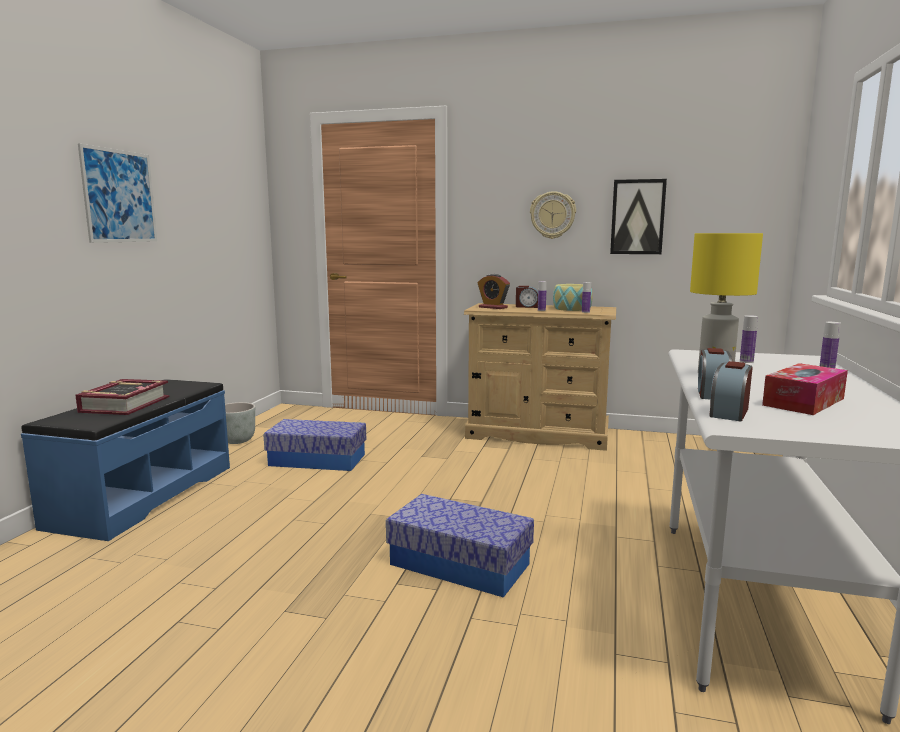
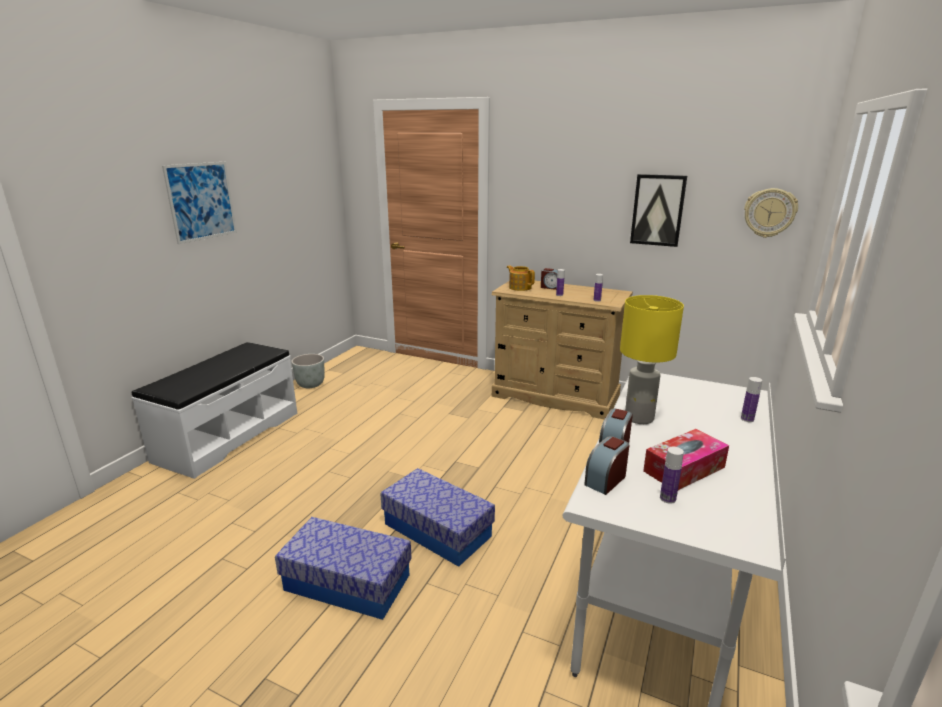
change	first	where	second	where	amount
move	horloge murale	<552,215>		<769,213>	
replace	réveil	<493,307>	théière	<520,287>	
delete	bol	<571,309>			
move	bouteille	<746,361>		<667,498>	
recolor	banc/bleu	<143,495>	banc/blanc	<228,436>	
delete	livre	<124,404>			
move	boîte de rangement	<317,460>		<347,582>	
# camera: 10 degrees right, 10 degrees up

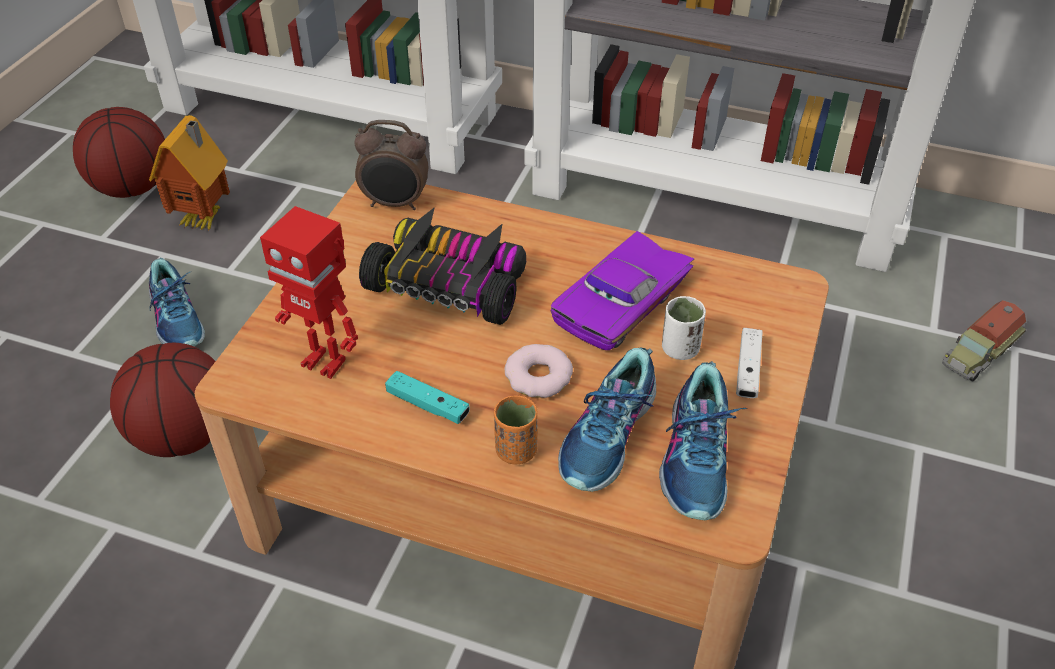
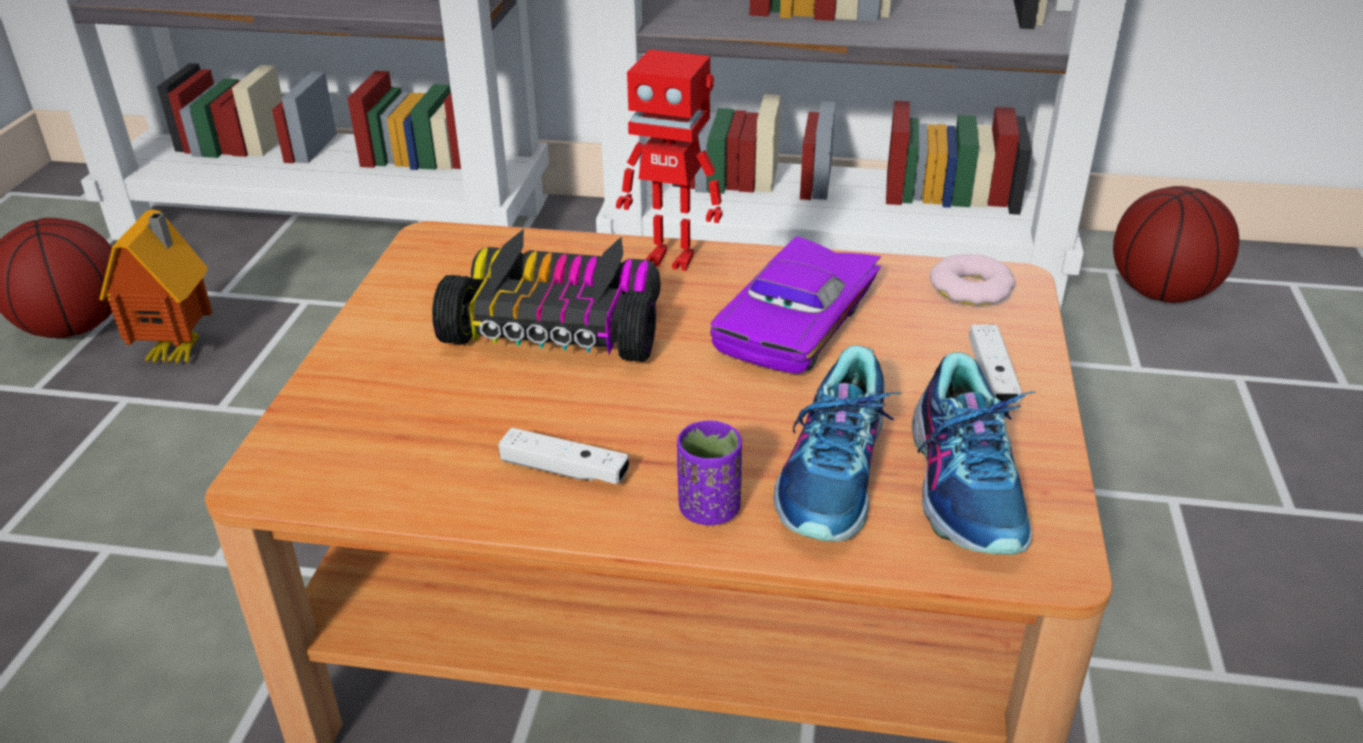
change	first	where	second	where	amount
delete	réveil	<395,204>			
move	robot jouet	<325,361>		<671,258>	
delete	chaussure	<178,318>			
delete	tasse/blanc	<680,349>			
delete	camion jouet	<978,353>			
move	ballon de basket	<185,436>		<1163,294>	
move	beignet	<538,376>		<971,289>	
recolor	manette/turquoise	<428,405>	manette/blanc	<564,470>	
recolor	tasse/orange	<516,450>	tasse/violet	<709,509>	
# camera: 10 degrees left, 10 degrees down

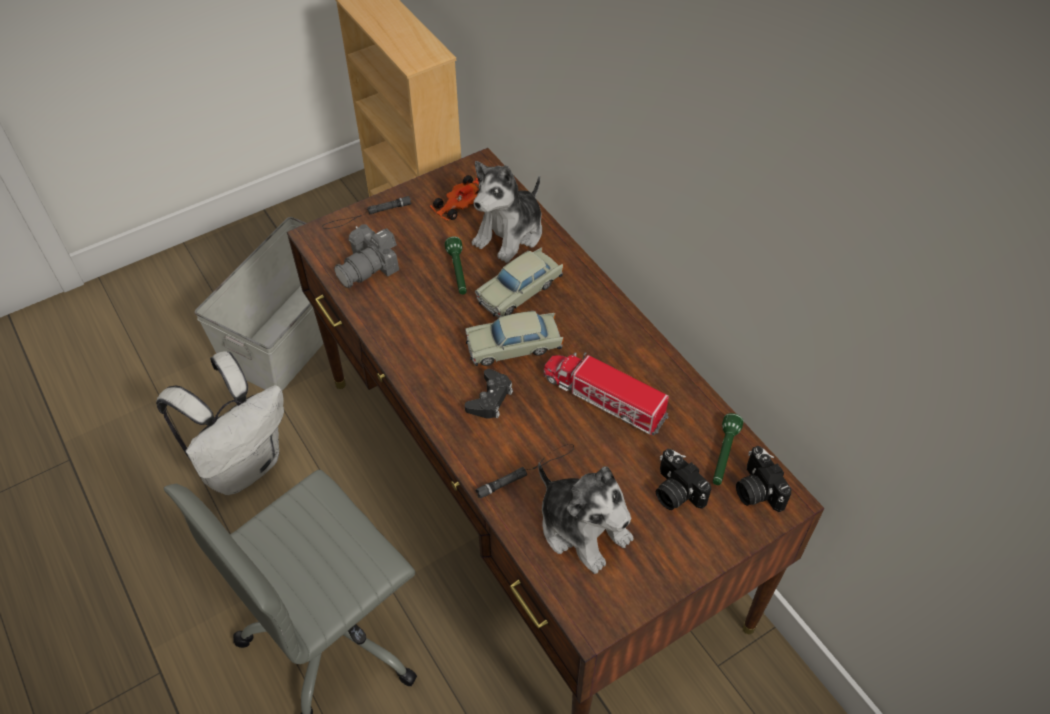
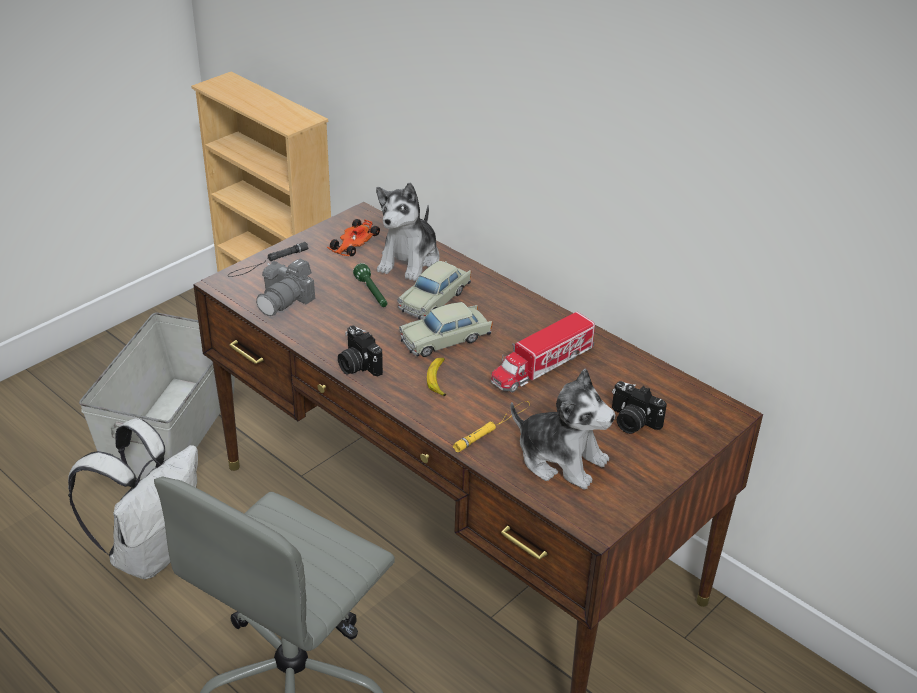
change	first	where	second	where	amount
rotate	camion jouet	<603,398>		<542,365>	60 degrees counterclockwise
replace	manette/noir	<490,399>	banane	<438,380>	
delete	lampe de poche/vert	<723,455>			
recolor	lampe de poche/noir	<526,471>	lampe de poche/jaune	<493,426>	
move	appareil photo	<756,490>		<357,365>	
# camera: 15 degrees left, 15 degrees down

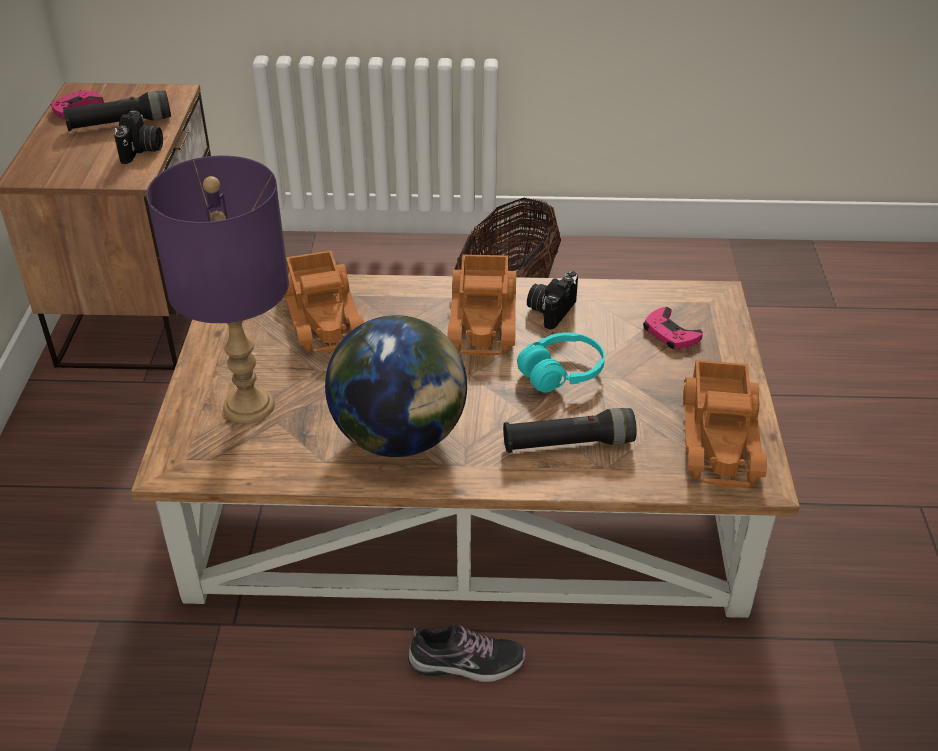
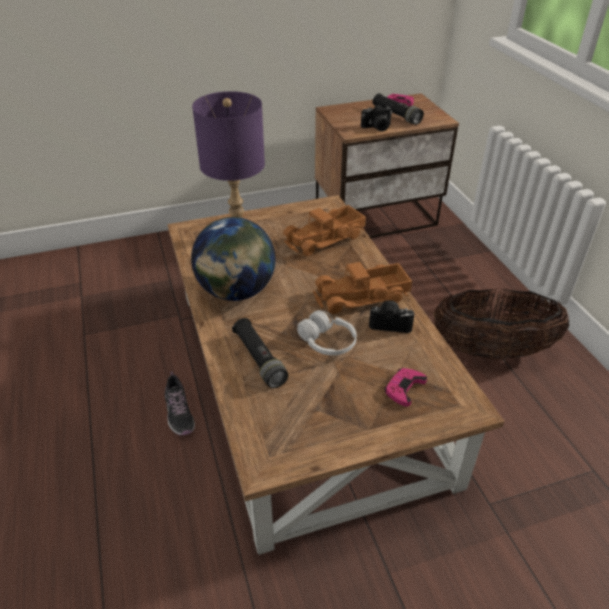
change	first	where	second	where	amount
recolor	casque audio/turquoise	<561,373>	casque audio/blanc	<327,342>	
delete	camion jouet	<722,436>			
# camera: 70 degrees right, 0 degrees up

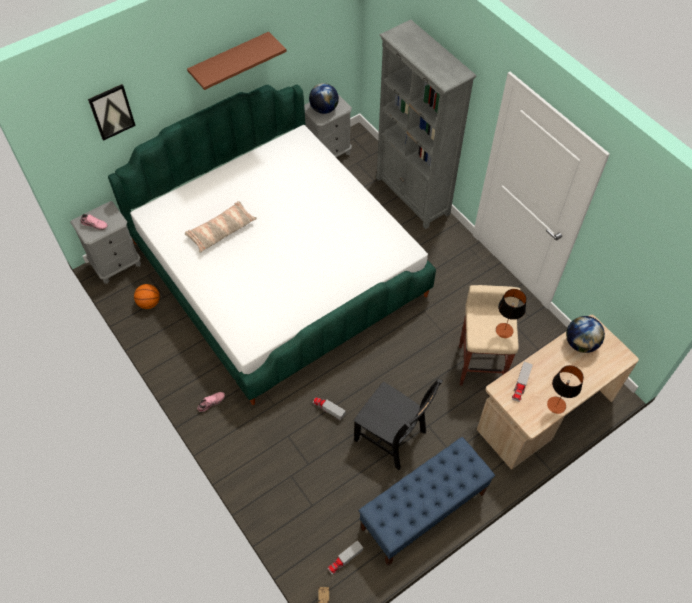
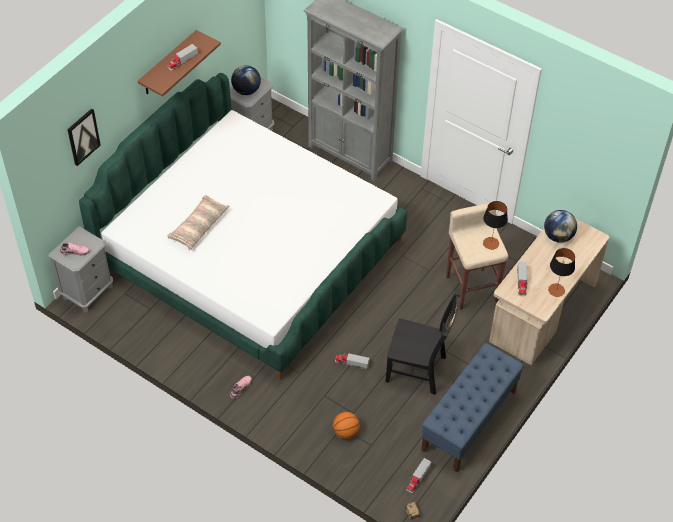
change	first	where	second	where	amount
move	ballon de basket	<149,303>		<345,432>	
insert			camion jouet	<182,61>	
# camera: 20 degrees left, 5 degrees down

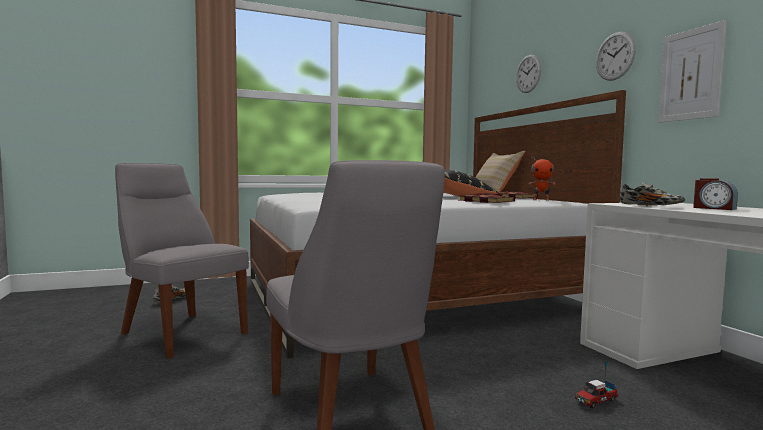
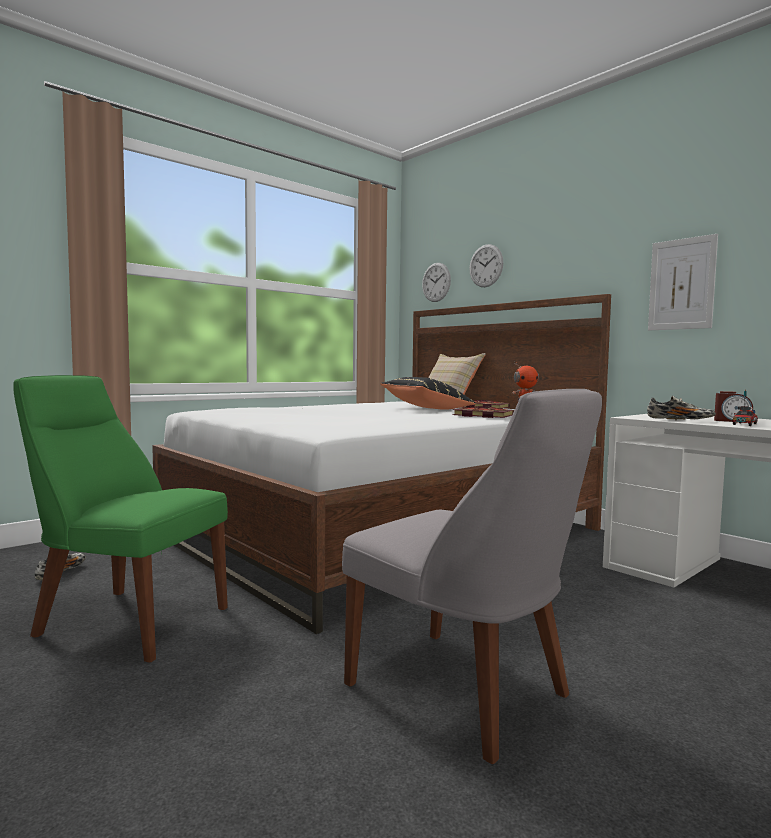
change	first	where	second	where	amount
move	horloge murale	<615,56>		<436,282>	
recolor	chaise/gris	<180,332>	chaise/vert	<126,620>	
move	camion jouet	<595,401>		<744,424>	
# camera: 20 degrees left, 0 degrees up

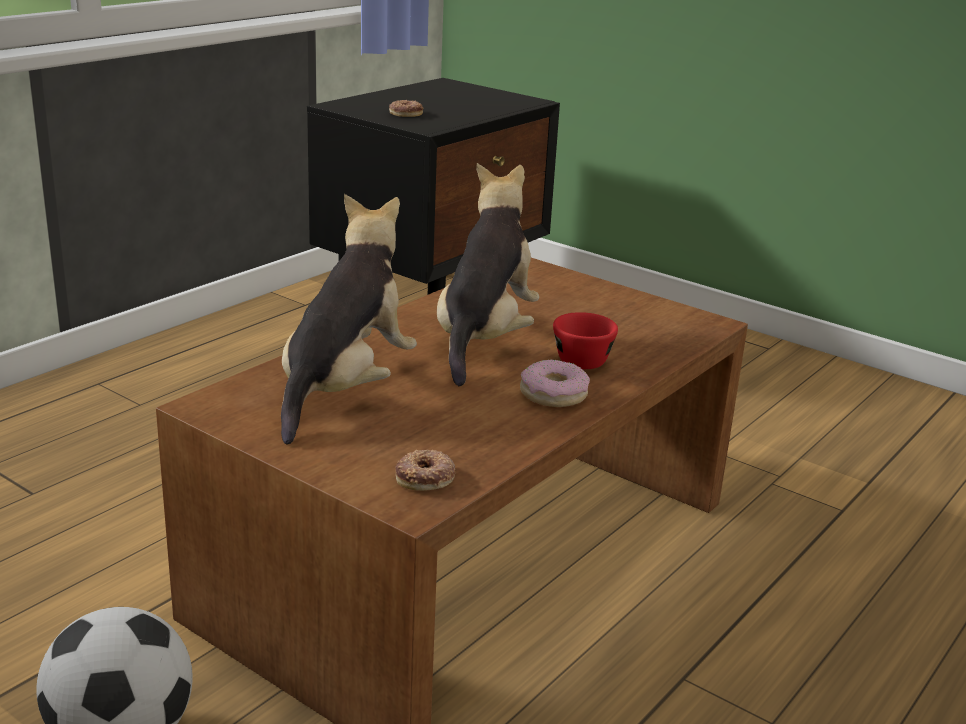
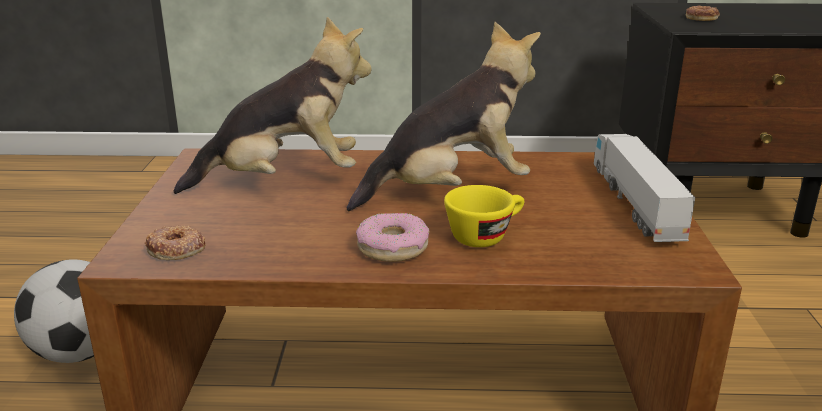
change	first	where	second	where	amount
recolor	tasse/rouge	<580,358>	tasse/jaune	<485,235>	
insert			camion jouet	<635,202>	
# camera: 55 degrees right, 0 degrees up

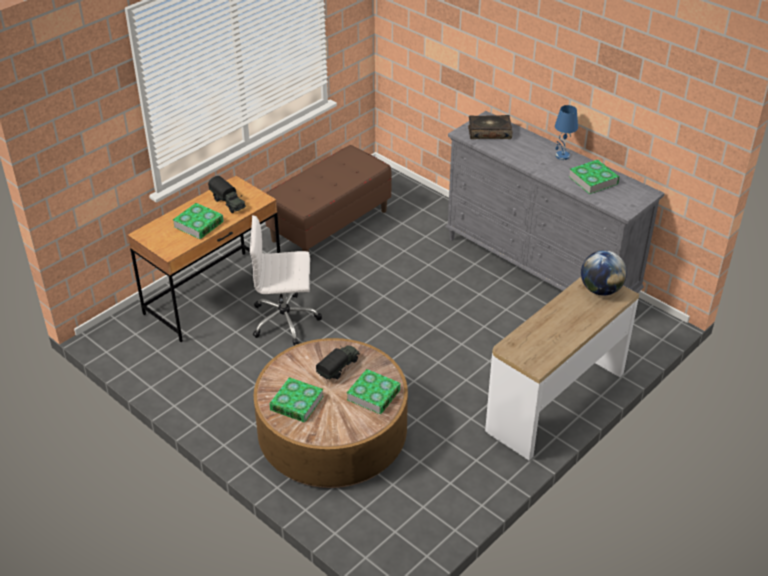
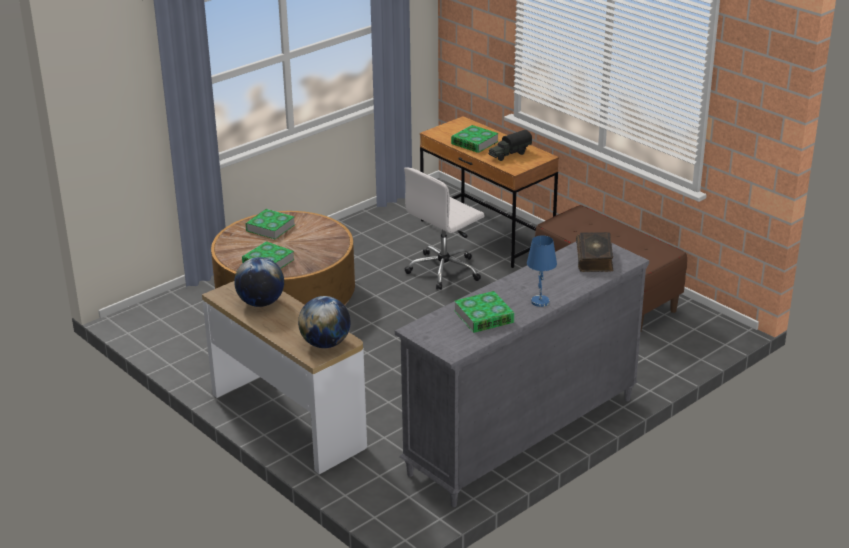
change	first	where	second	where	amount
rotate	chaise de bureau/blanc	<286,320>		<445,270>	135 degrees counterclockwise
delete	camion jouet	<339,368>			
insert			globe	<261,303>	
# camera: 95 degrees right, 10 degrees down

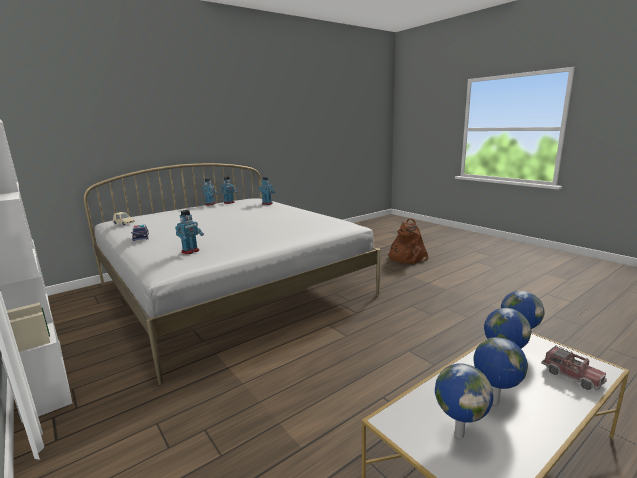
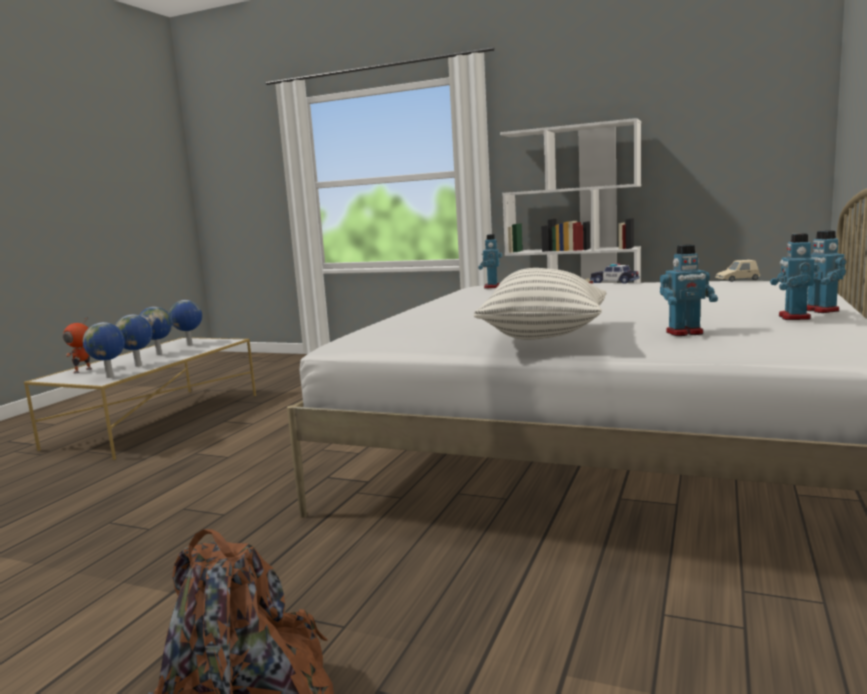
change	first	where	second	where	amount
replace	camion jouet	<572,375>	robot jouet	<83,371>	
insert			coussin	<544,336>	
# camera: 150 degrees right, 5 degrees down

